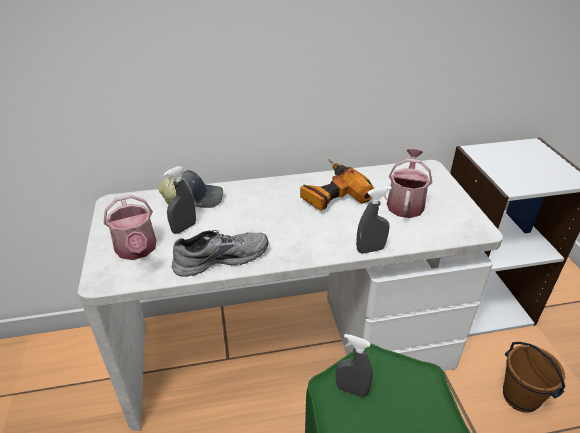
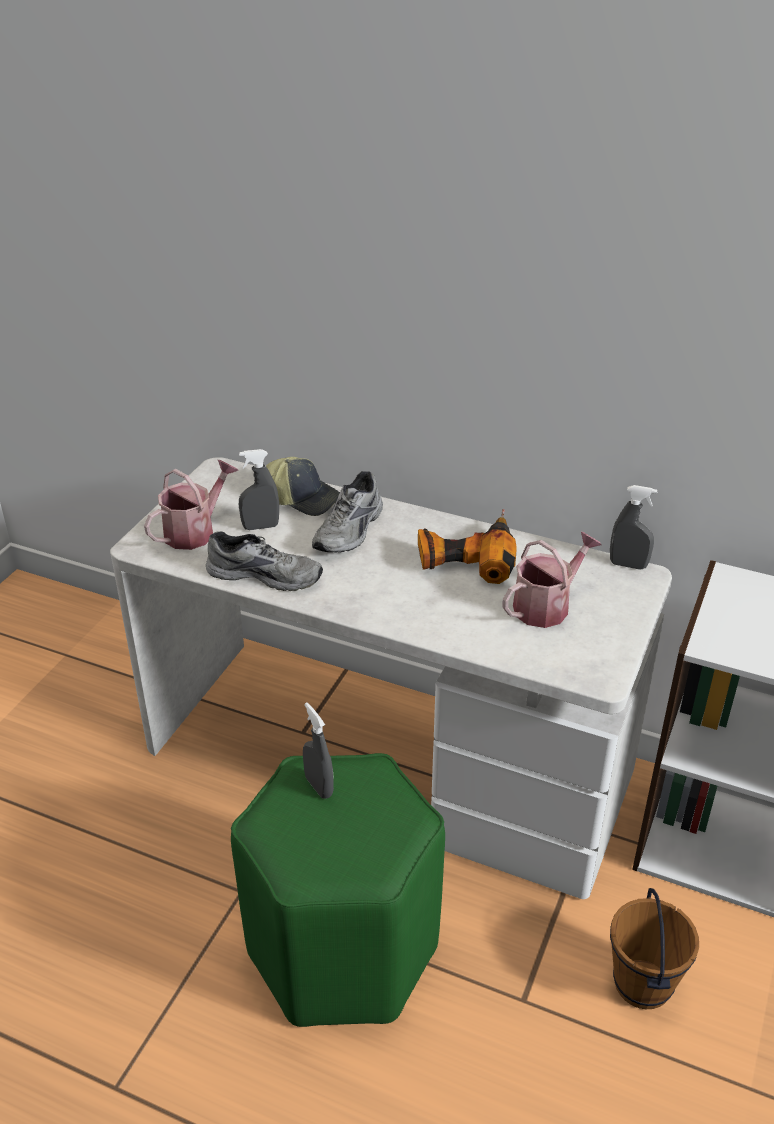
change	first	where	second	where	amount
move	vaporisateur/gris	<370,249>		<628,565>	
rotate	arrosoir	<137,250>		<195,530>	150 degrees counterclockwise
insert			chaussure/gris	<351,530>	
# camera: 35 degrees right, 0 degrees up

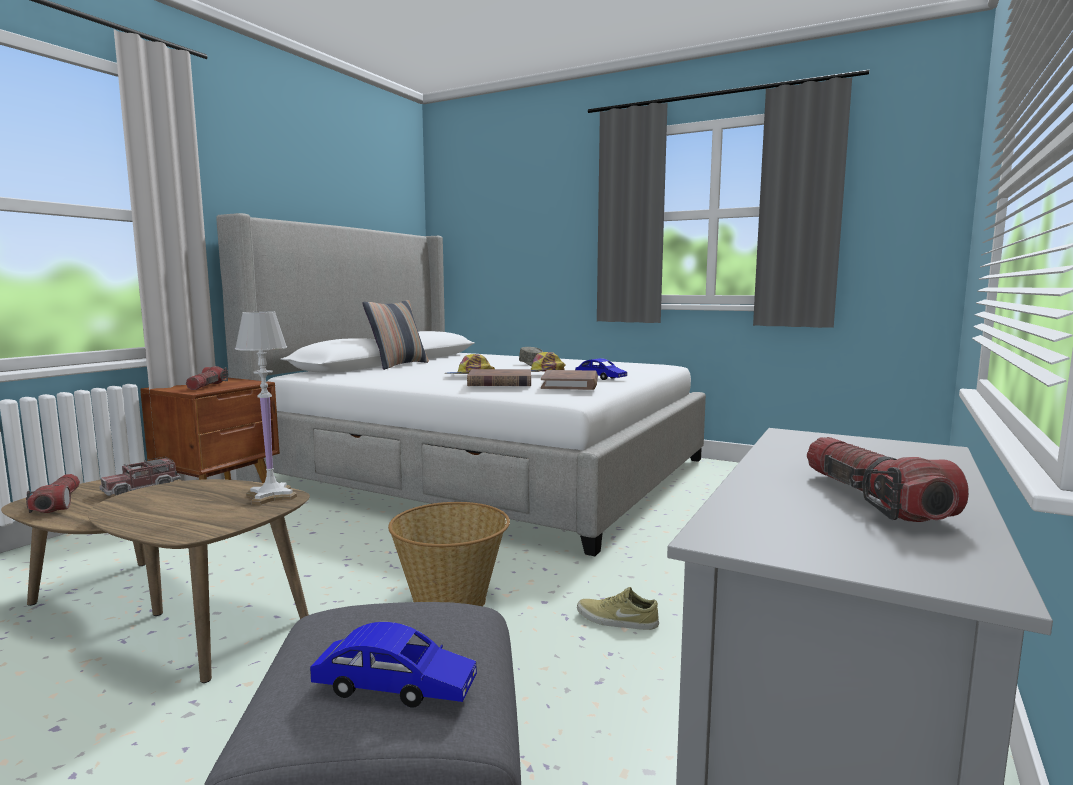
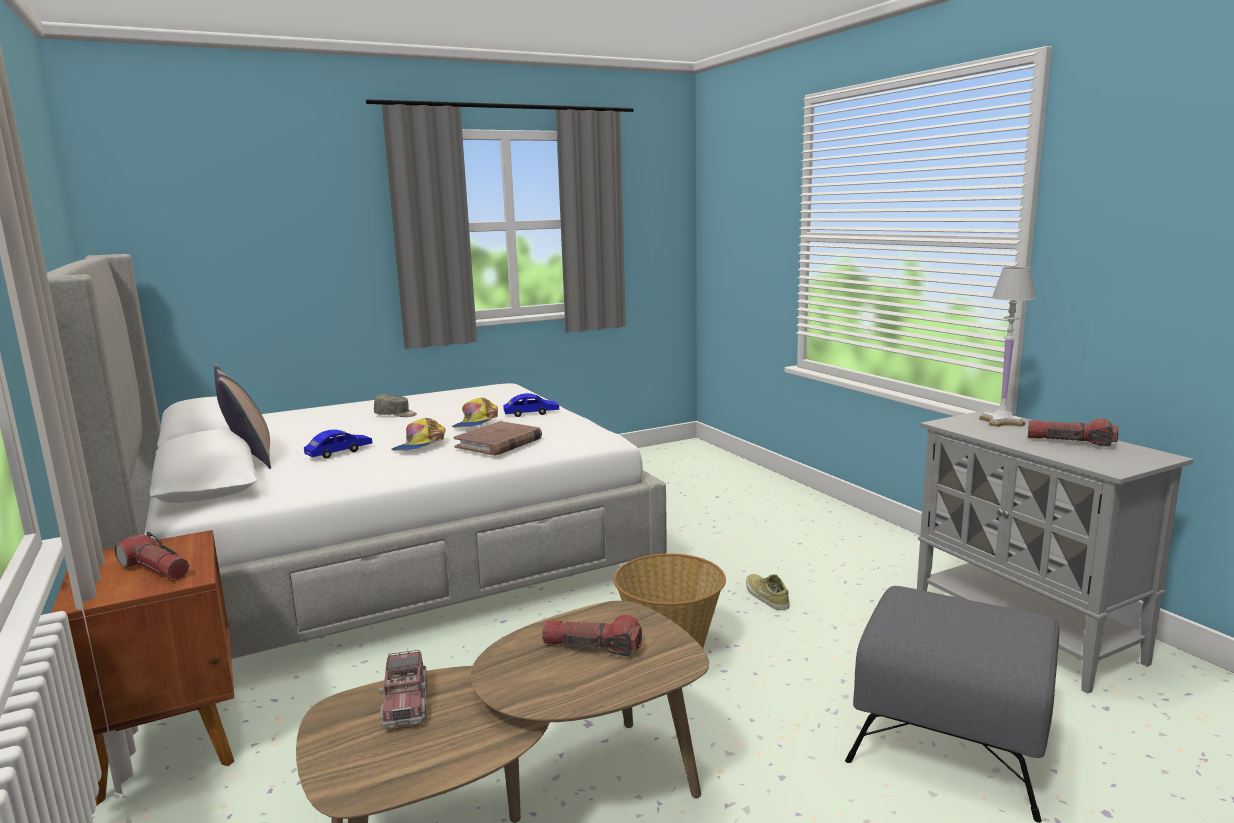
change	first	where	second	where	amount
move	lampe de table/blanc	<271,496>		<1001,422>	
delete	livre/marron	<570,384>			
move	lampe de poche	<58,503>		<592,647>	
rotate	chaussure/beige	<616,620>		<765,596>	105 degrees clockwise
move	petite voiture/bleu	<395,687>		<339,452>	
# camera: 55 degrees left, 5 degrees up

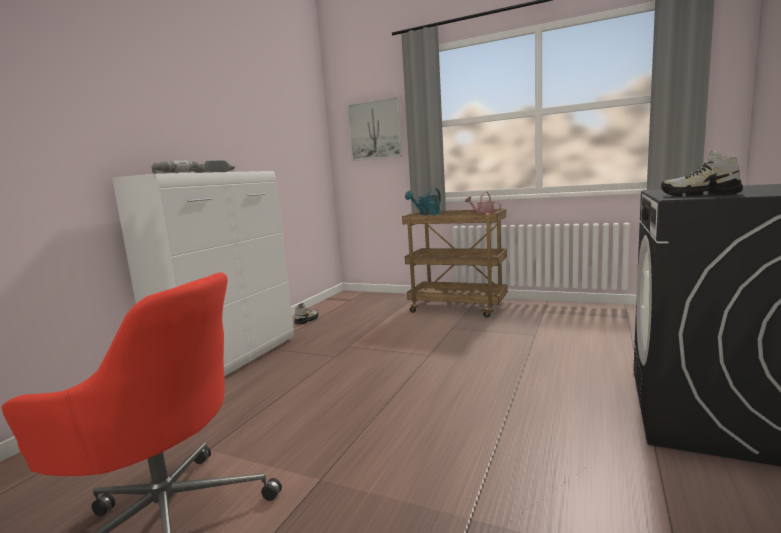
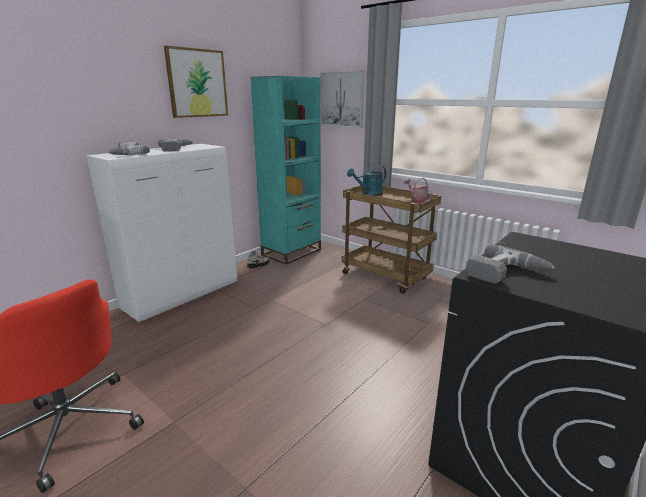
change	first	where	second	where	amount
replace	chaussure	<699,195>	perceuse	<507,273>	
insert			tableau	<197,83>	
insert			bibliothèque/turquoise	<291,252>	
# camera: 15 degrees right, 10 degrees up

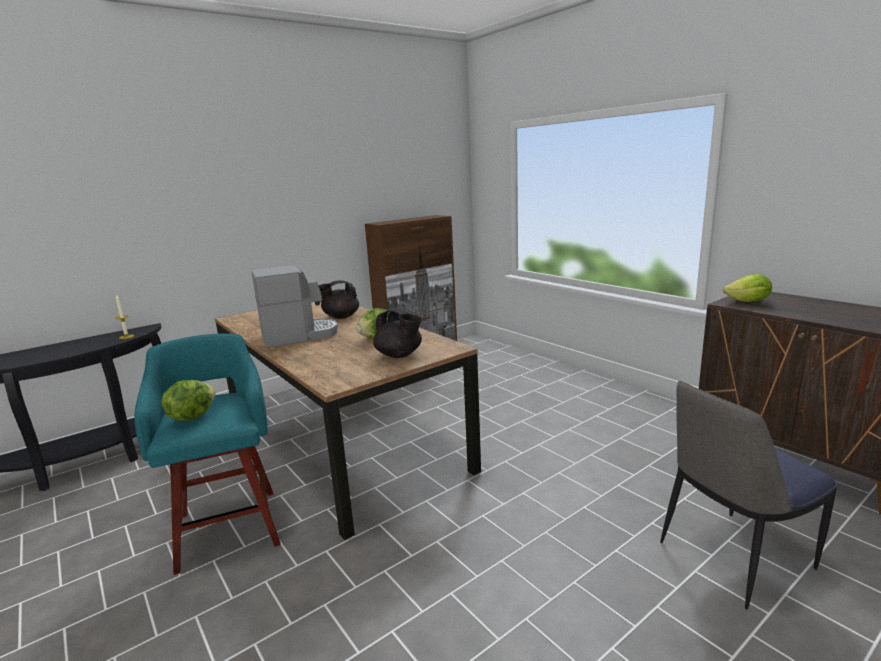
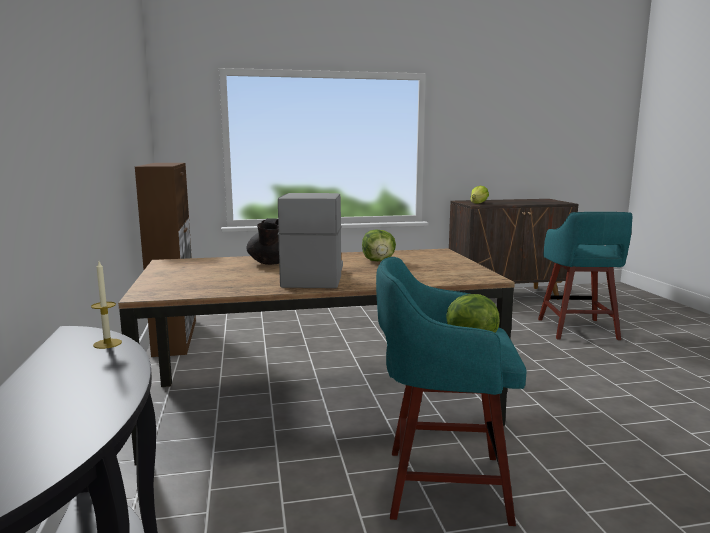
change	first	where	second	where	amount
delete	théière/noir	<399,355>			
replace	chaise	<732,557>	tabouret/turquoise	<578,330>	
# camera: 65 degrees left, 5 degrees down

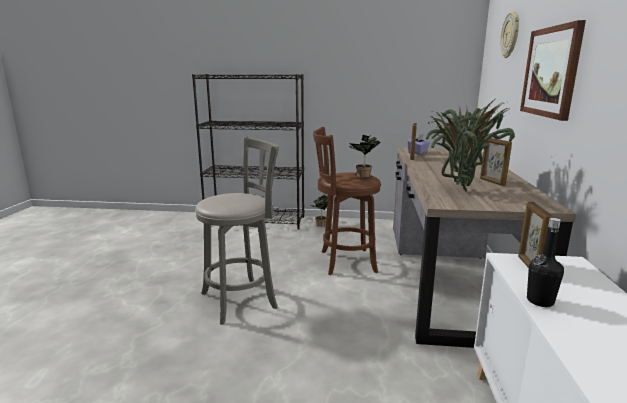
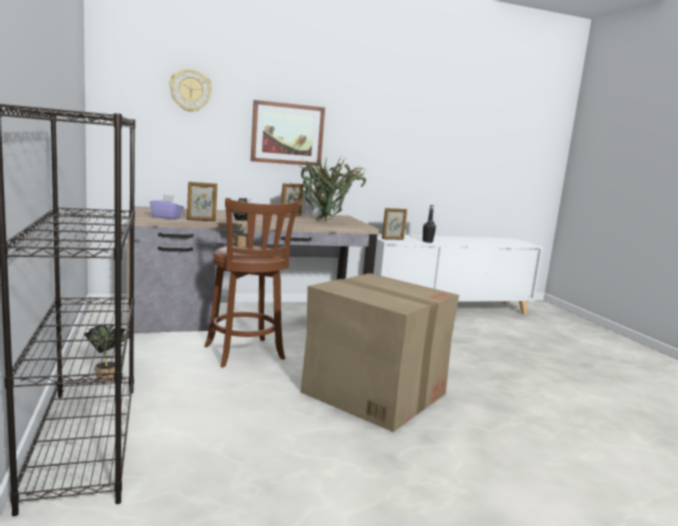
change	first	where	second	where	amount
replace	tabouret/gris	<243,299>	carton	<373,392>	
# camera: 115 degrees left, 5 degrees down

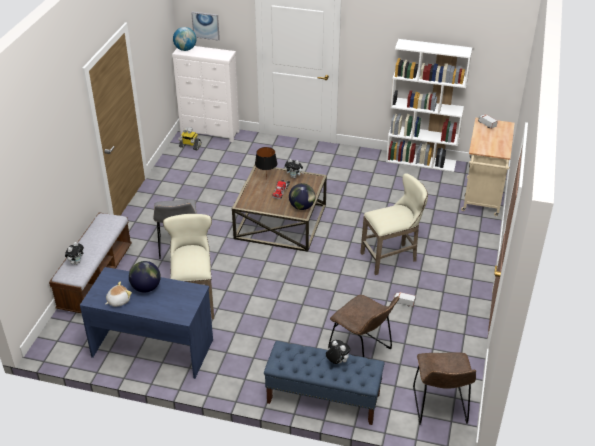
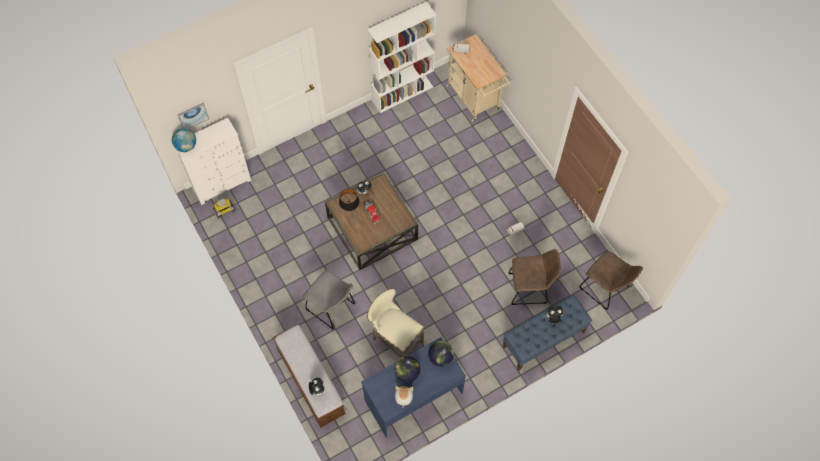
change	first	where	second	where	amount
delete	tabouret/beige	<392,258>			
move	globe	<302,207>		<440,357>	
# camera: 45 degrees left, 25 degrees up

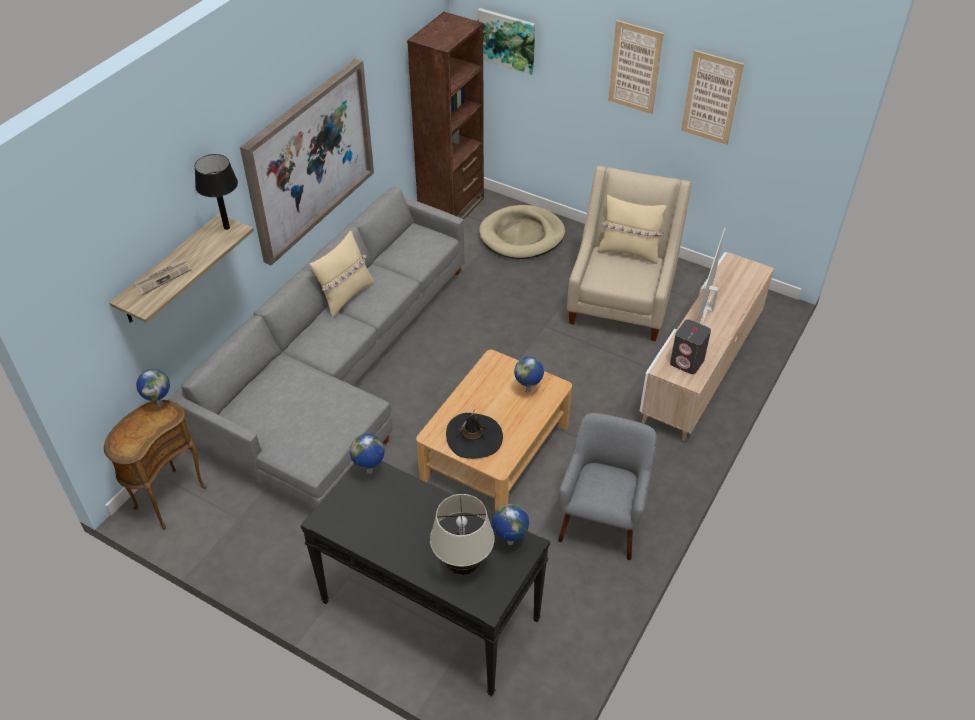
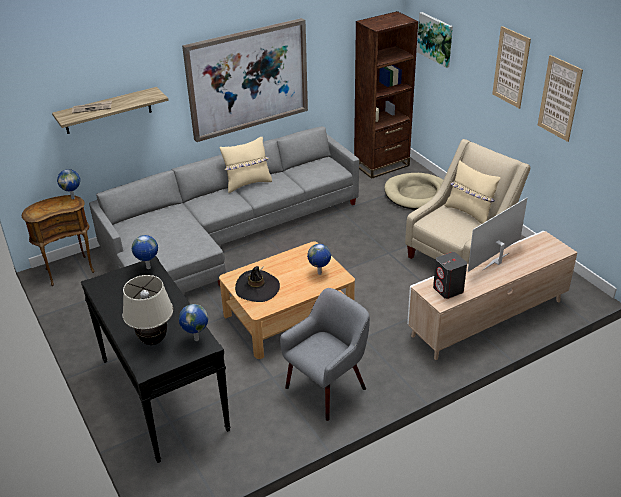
change	first	where	second	where	amount
delete	lampe de table/noir	<227,227>			
# camera: 30 degrees right, 10 degrees down

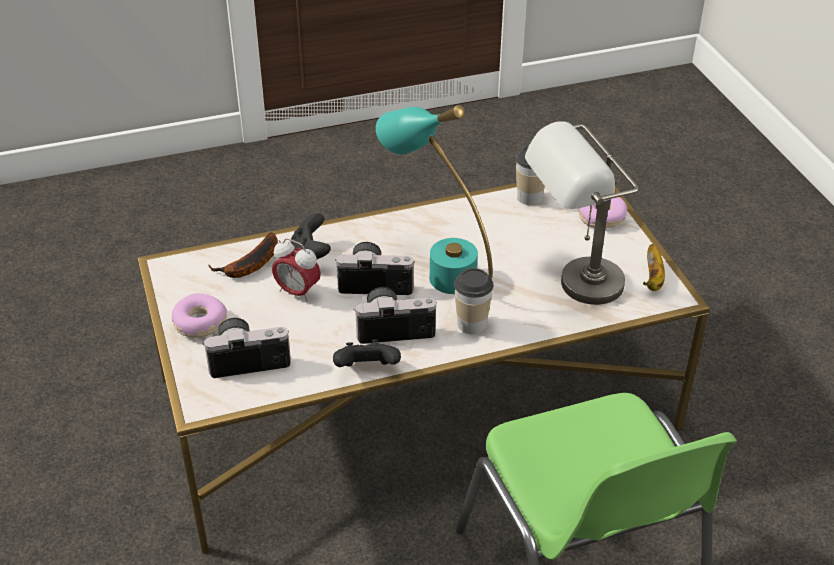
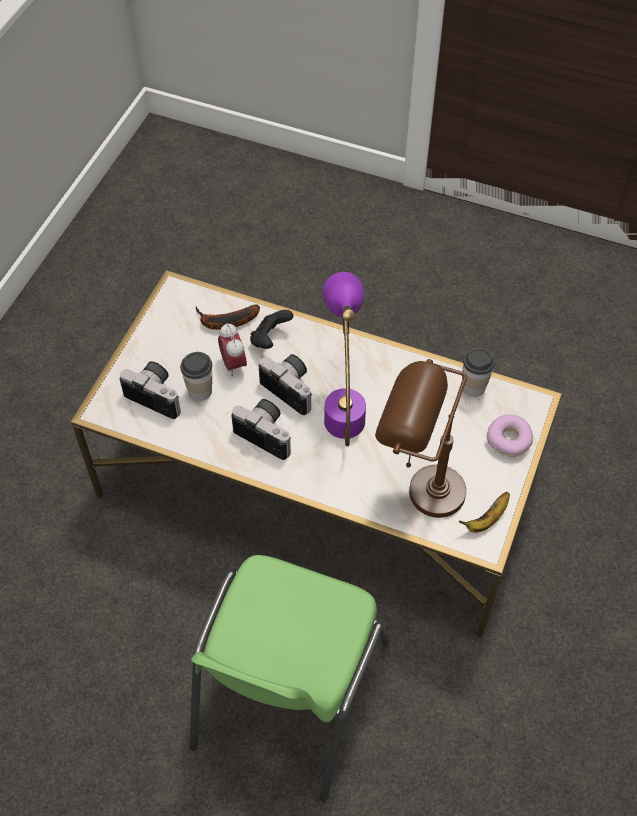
change	first	where	second	where	amount
recolor	lampe de table/turquoise	<436,267>	lampe de table/violet	<343,404>	
recolor	lampe de table/gris	<573,290>	lampe de table/marron	<417,488>	
move	tasse	<471,324>		<200,391>	
delete	beignet	<199,323>			
delete	manette/noir	<367,370>			
# camera: 40 degrees right, 15 degrees up

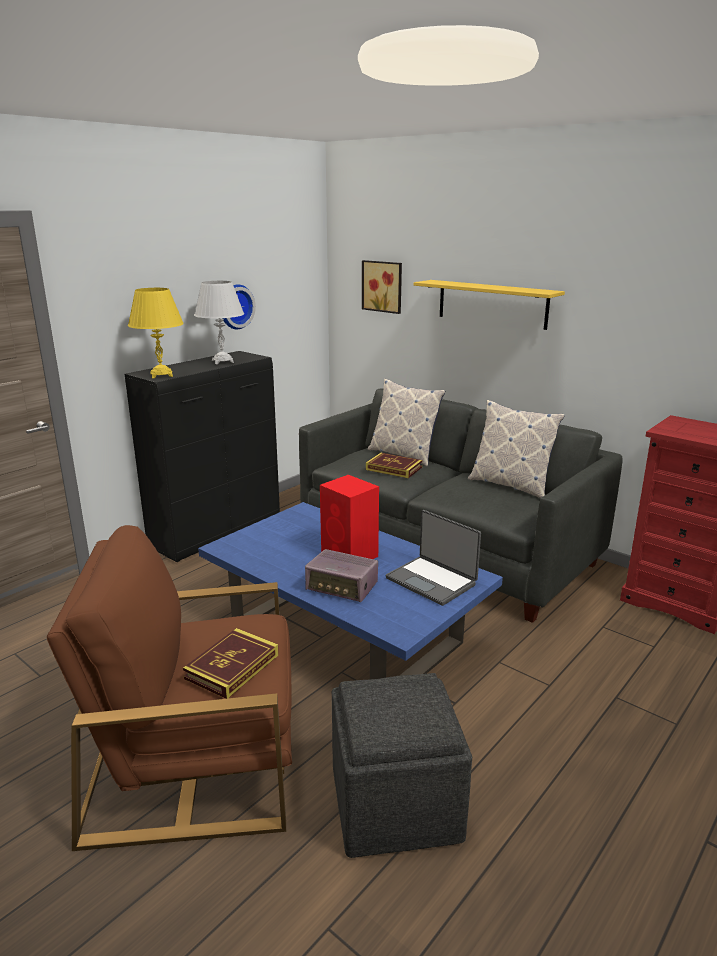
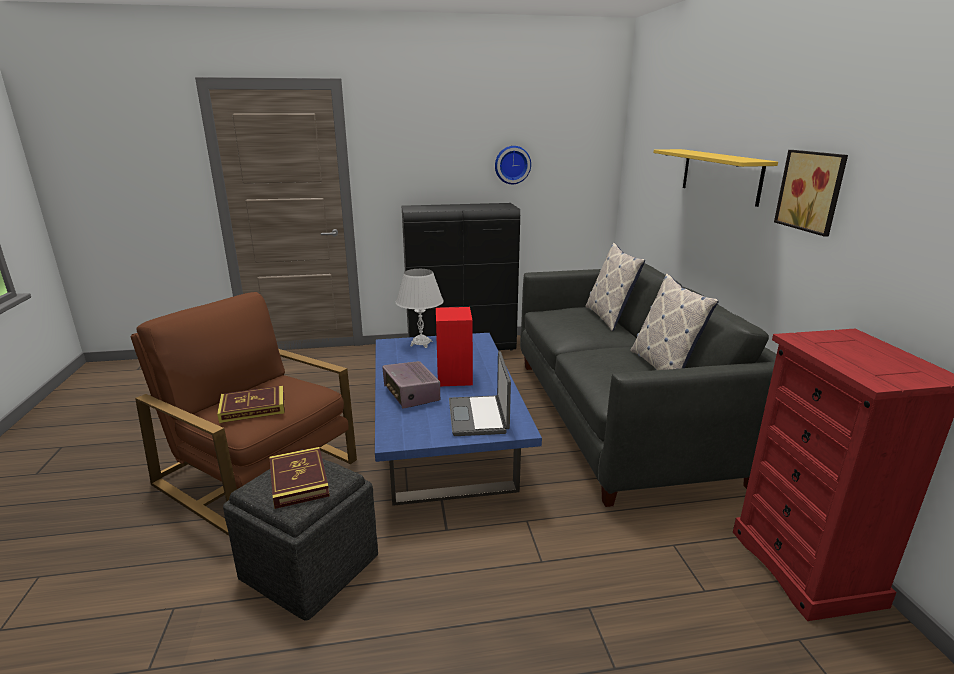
change	first	where	second	where	amount
move	tableau	<383,286>		<812,191>	
move	lampe de table/blanc	<222,361>		<421,344>	
delete	lampe de table/jaune	<161,375>			
move	livre	<394,468>		<299,480>	
# camera: 40 degrees right, 0 degrees up

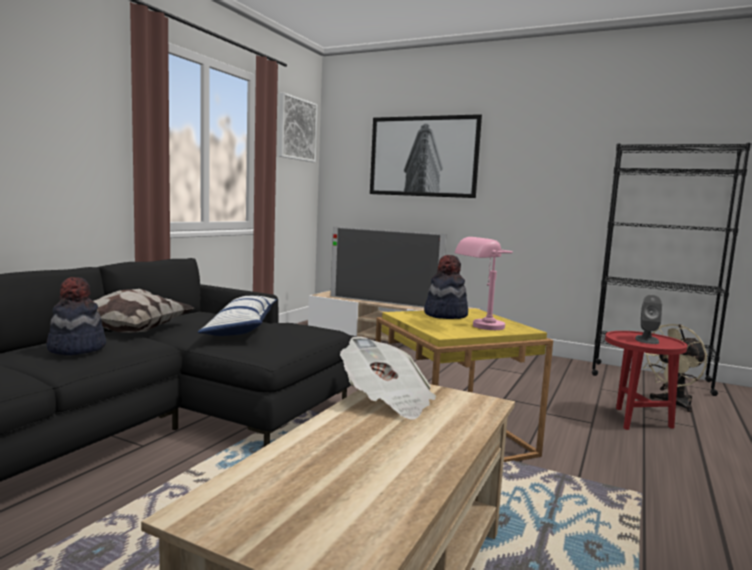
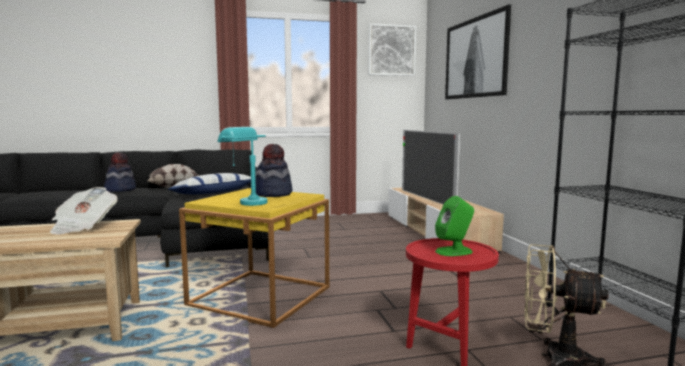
change	first	where	second	where	amount
recolor	lampe de table/rose	<479,327>	lampe de table/turquoise	<245,202>	
recolor	enceinte/gris	<647,340>	enceinte/vert	<454,251>	
# camera: 50 degrees right, 0 degrees up

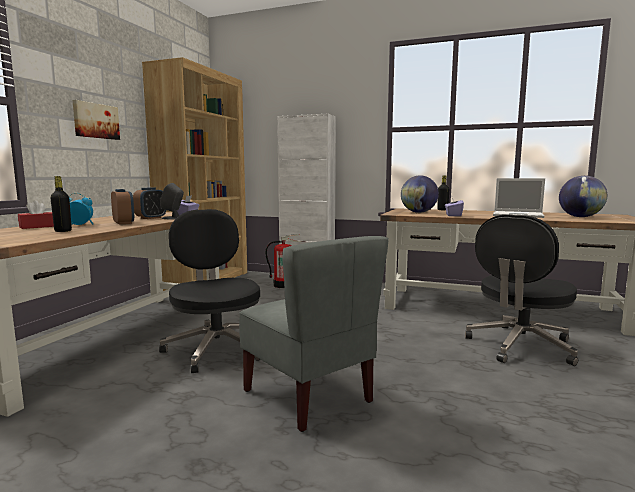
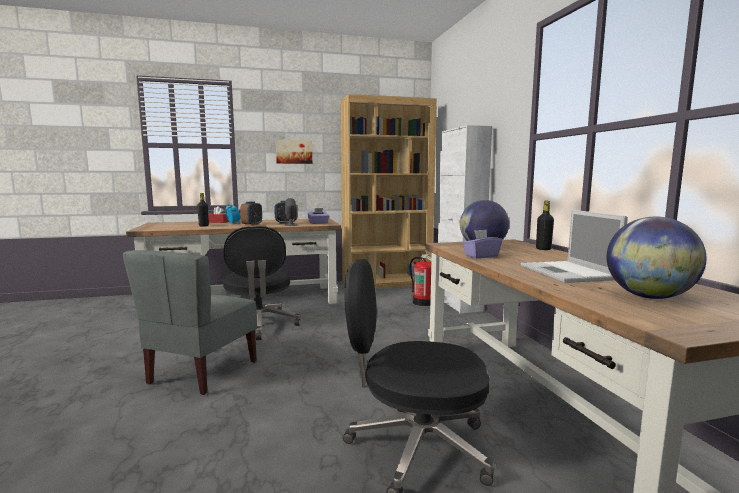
change	first	where	second	where	amount
rotate	chaise de bureau/noir	<216,348>		<259,325>	135 degrees clockwise
# camera: 55 degrees right, 0 degrees up

